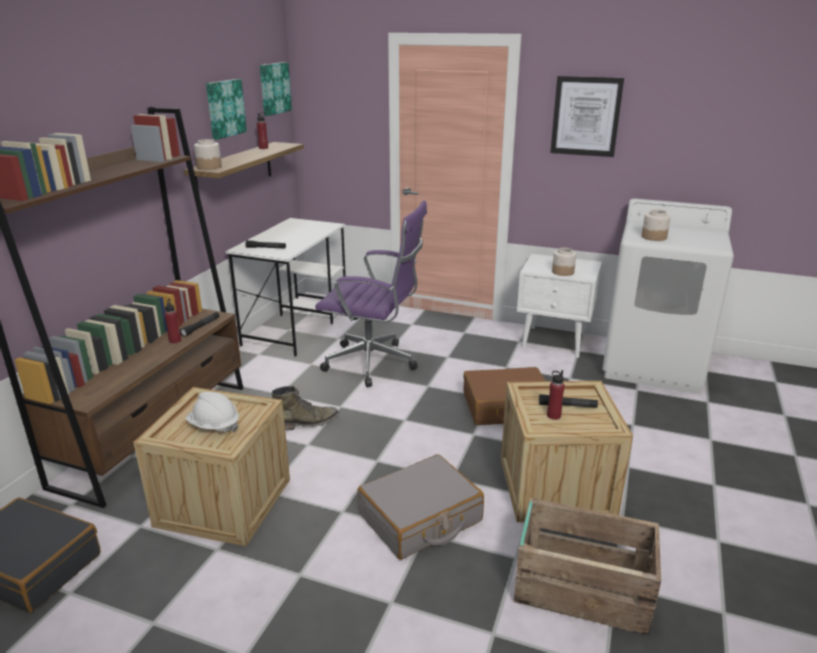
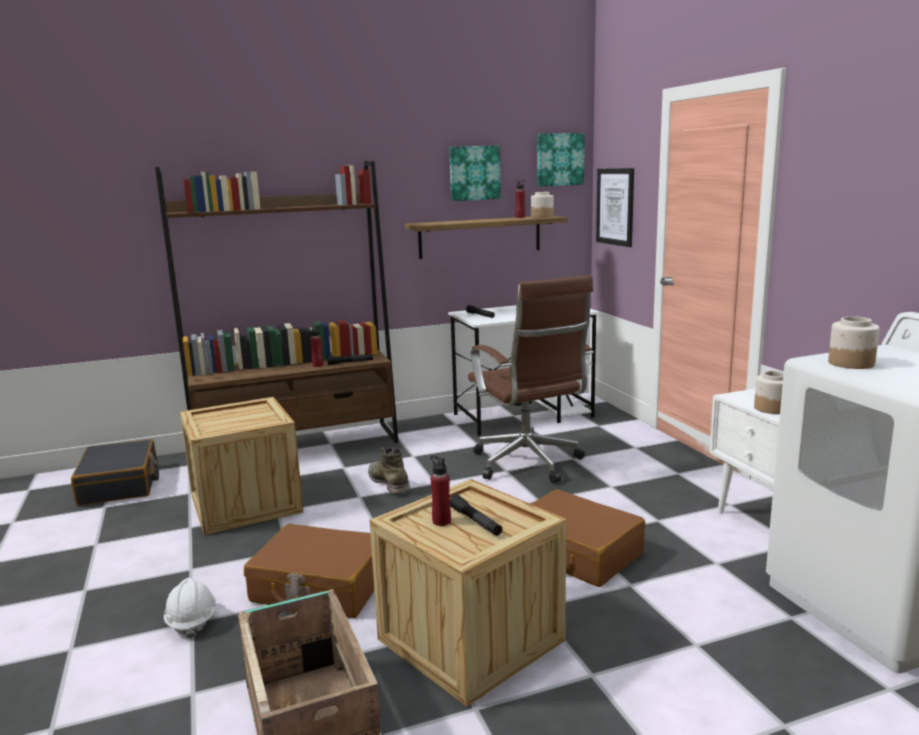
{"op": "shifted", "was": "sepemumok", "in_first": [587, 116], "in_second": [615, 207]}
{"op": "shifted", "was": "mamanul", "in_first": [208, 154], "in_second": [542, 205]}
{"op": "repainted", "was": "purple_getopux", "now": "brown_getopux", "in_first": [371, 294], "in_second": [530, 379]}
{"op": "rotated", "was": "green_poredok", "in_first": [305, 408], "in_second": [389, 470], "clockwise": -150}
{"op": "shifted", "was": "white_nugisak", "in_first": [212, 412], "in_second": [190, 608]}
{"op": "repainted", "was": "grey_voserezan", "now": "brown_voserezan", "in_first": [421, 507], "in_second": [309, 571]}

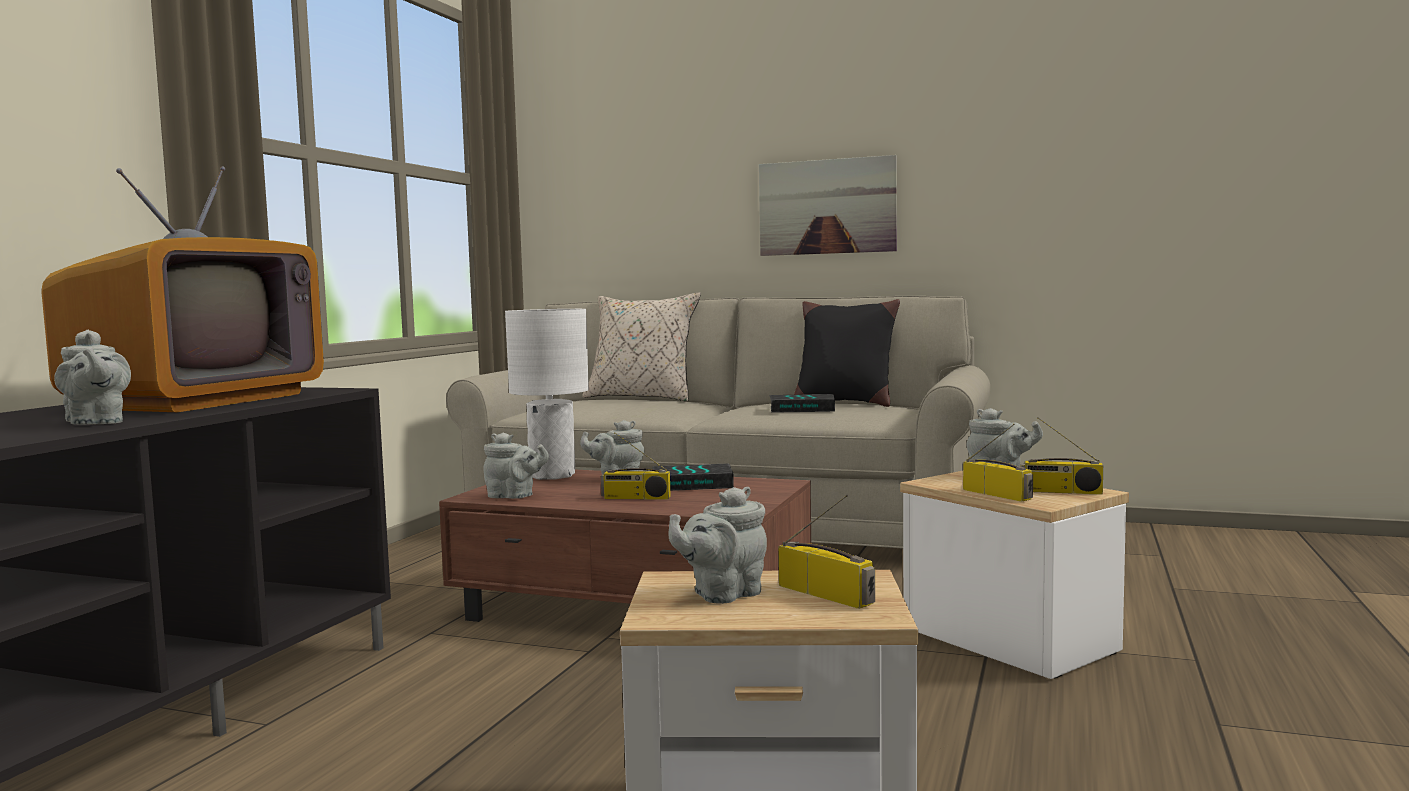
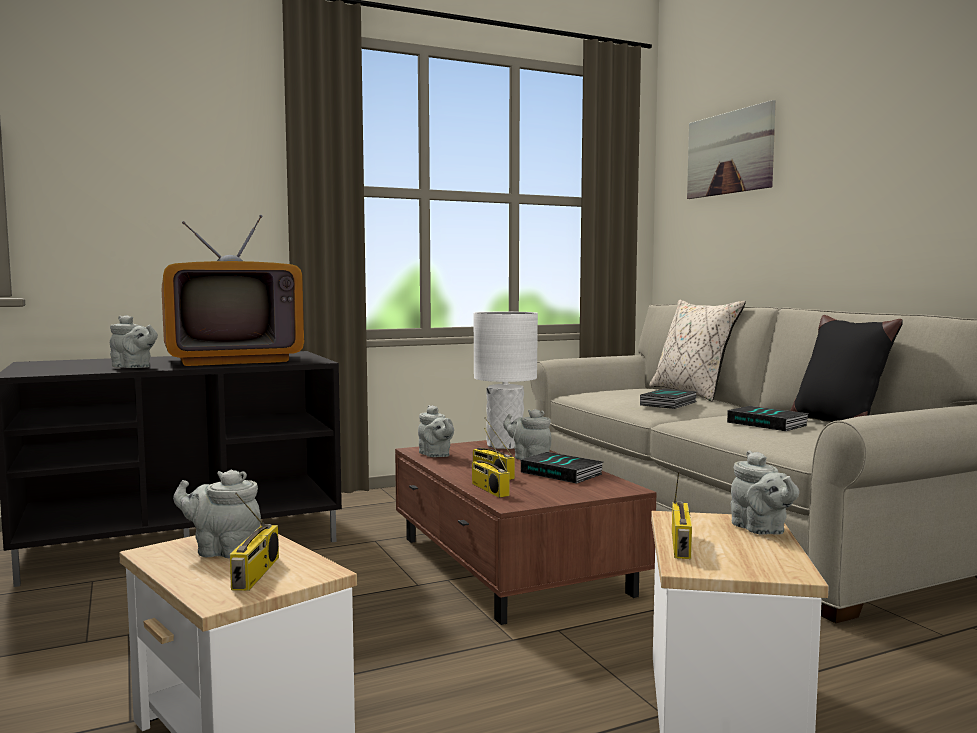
{"op": "shifted", "was": "sepemumok", "in_first": [828, 205], "in_second": [731, 149]}
{"op": "rotated", "was": "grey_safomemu", "in_first": [92, 377], "in_second": [134, 341], "clockwise": -75}
{"op": "shifted", "was": "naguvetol", "in_first": [1062, 456], "in_second": [490, 463]}
{"op": "new", "now": "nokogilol", "in_second": [668, 399]}

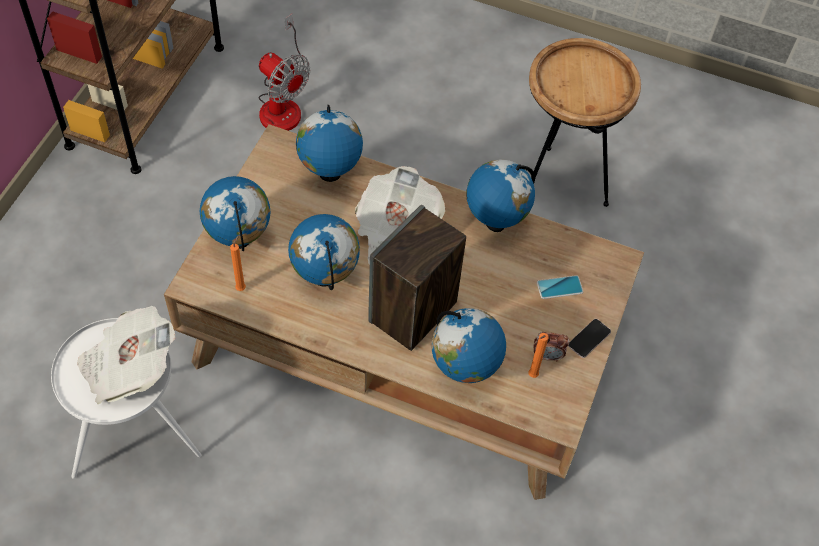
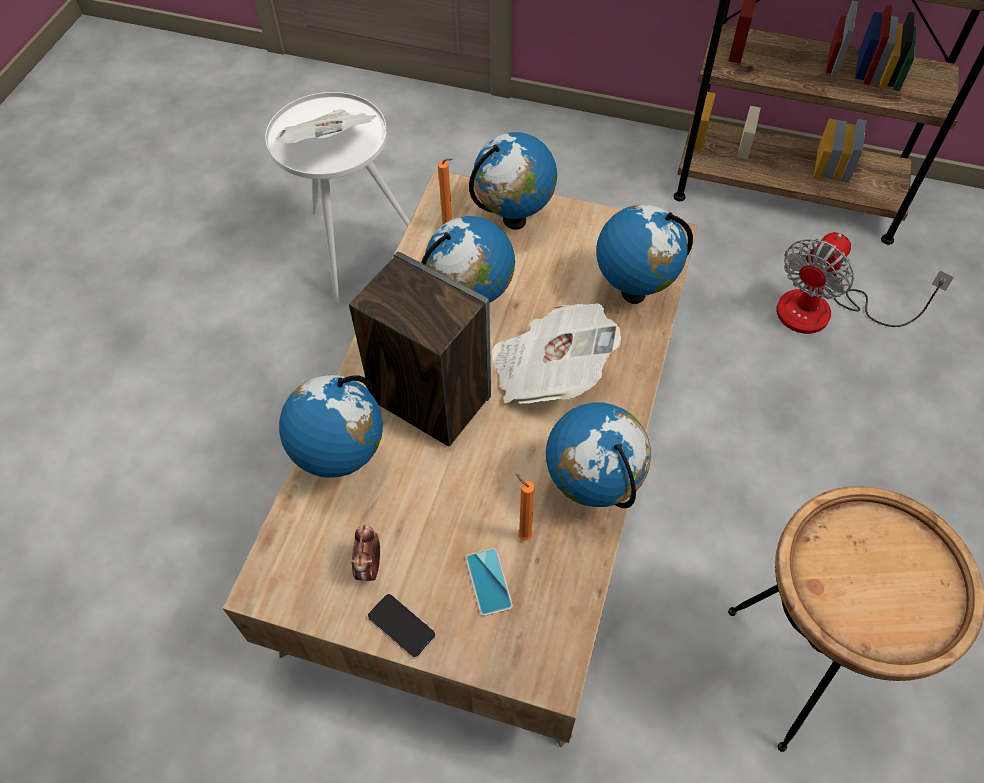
{"op": "shifted", "was": "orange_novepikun", "in_first": [538, 355], "in_second": [525, 507]}

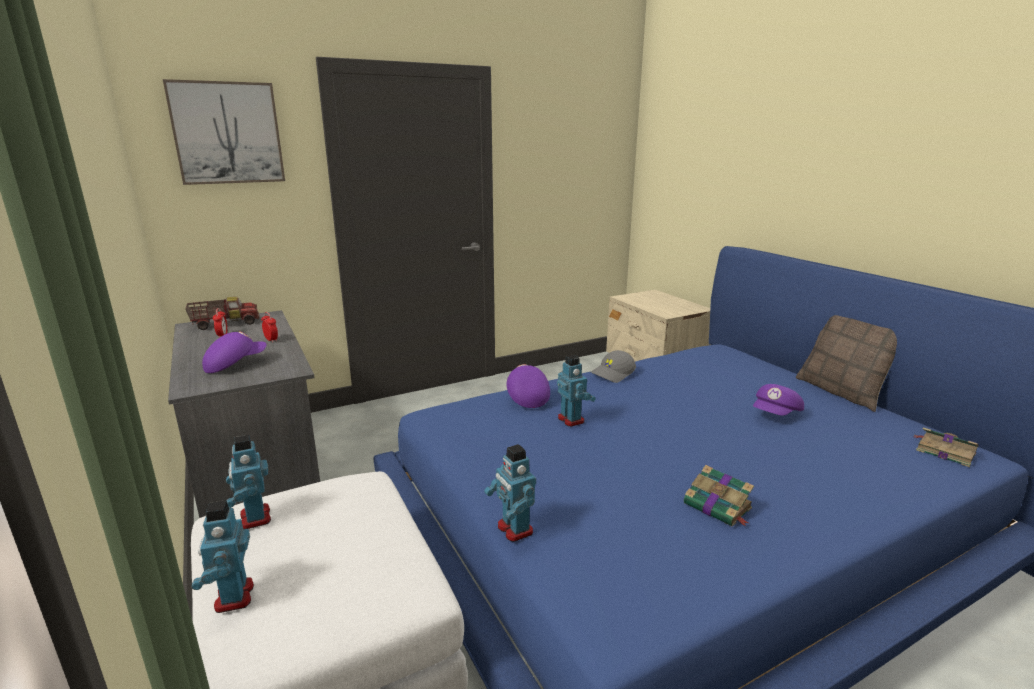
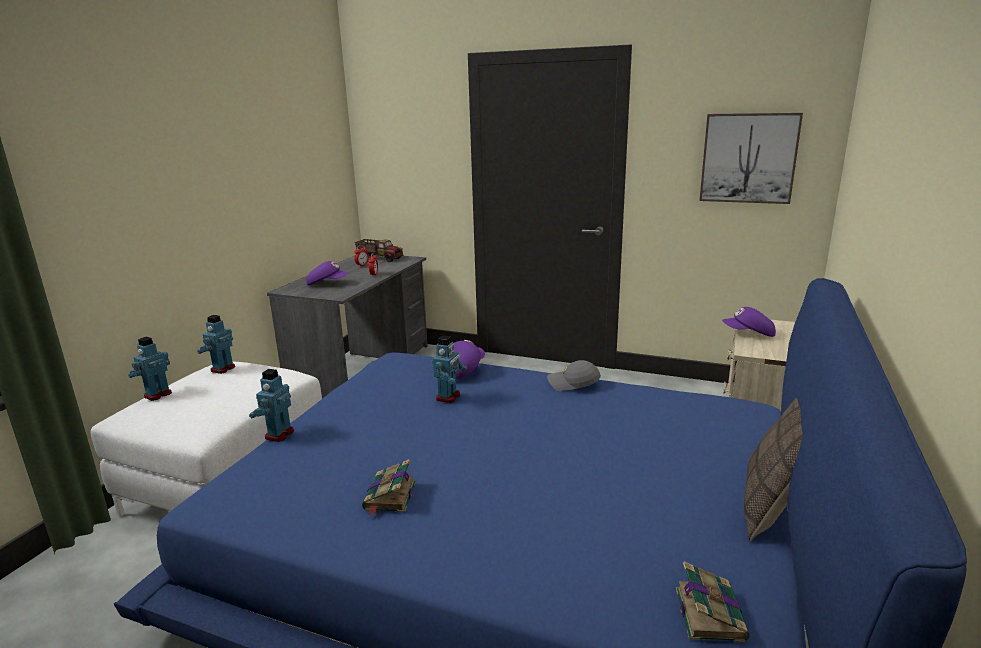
{"op": "shifted", "was": "sepemumok", "in_first": [224, 132], "in_second": [751, 158]}
{"op": "shifted", "was": "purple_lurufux", "in_first": [778, 400], "in_second": [749, 322]}

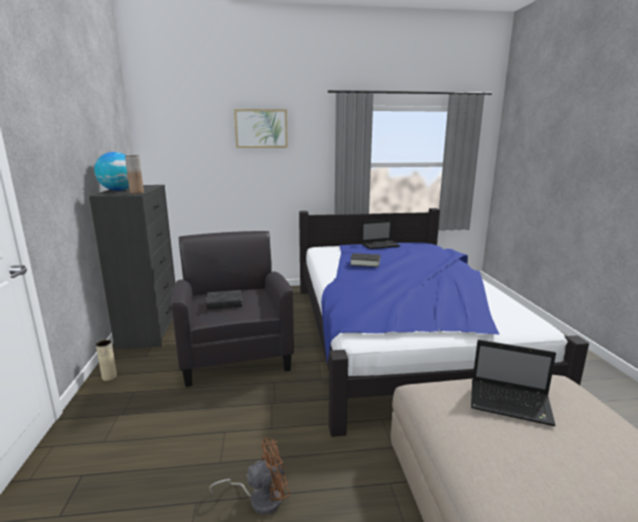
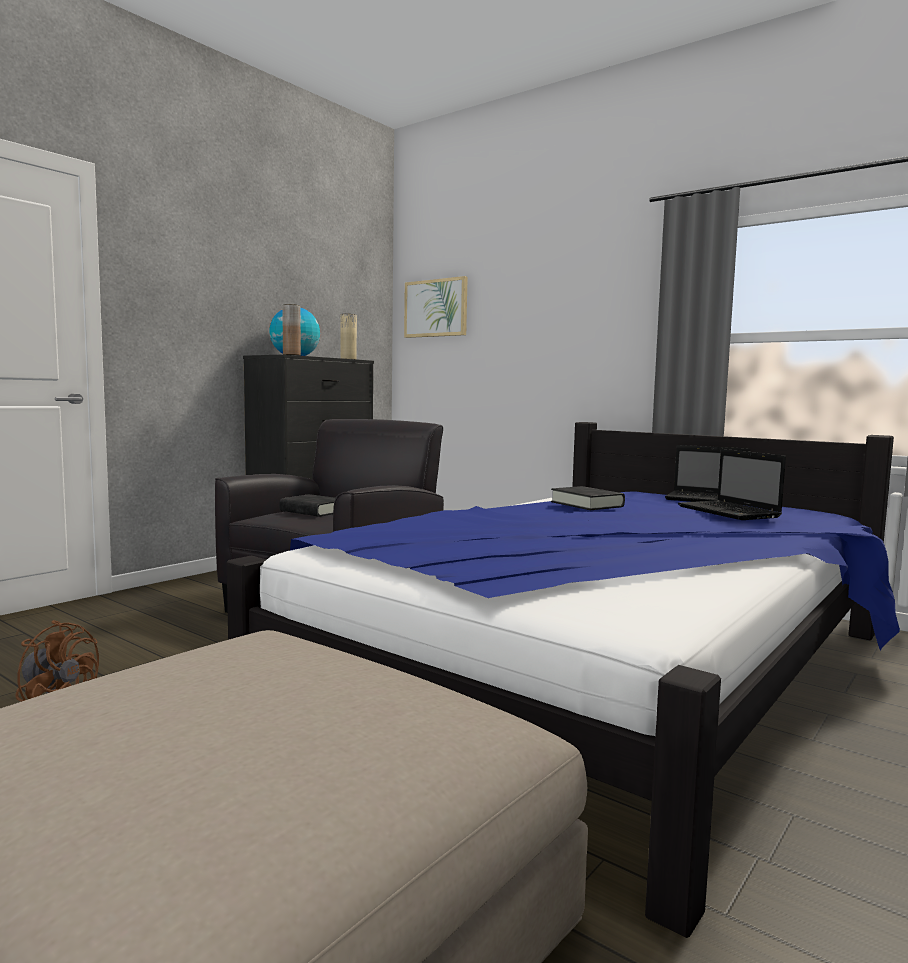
{"op": "shifted", "was": "sepemumok", "in_first": [261, 128], "in_second": [436, 307]}
{"op": "shifted", "was": "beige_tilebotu", "in_first": [106, 360], "in_second": [349, 336]}
{"op": "shifted", "was": "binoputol", "in_first": [513, 383], "in_second": [732, 484]}

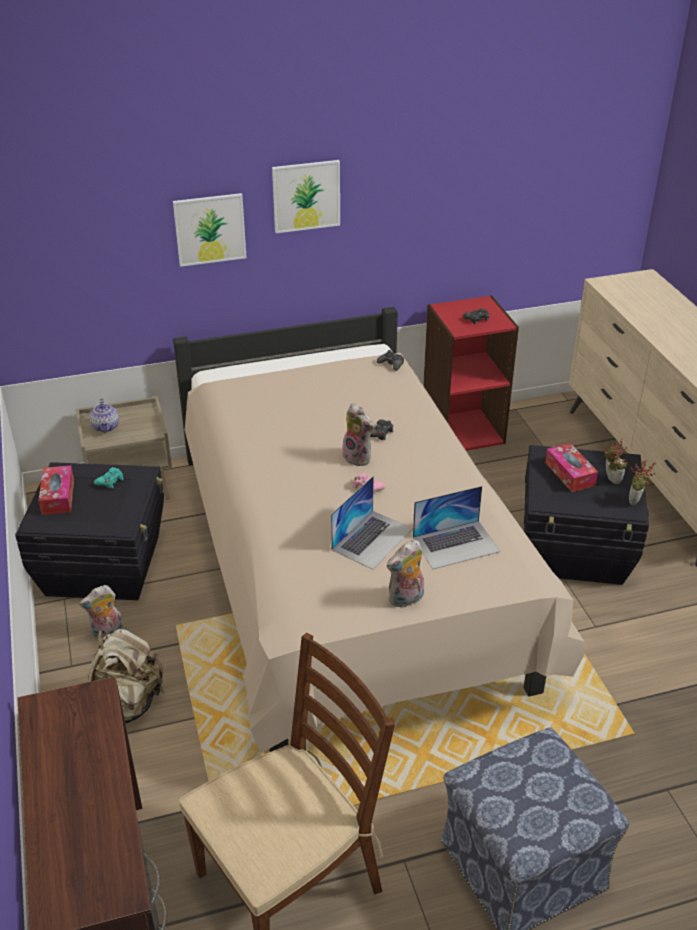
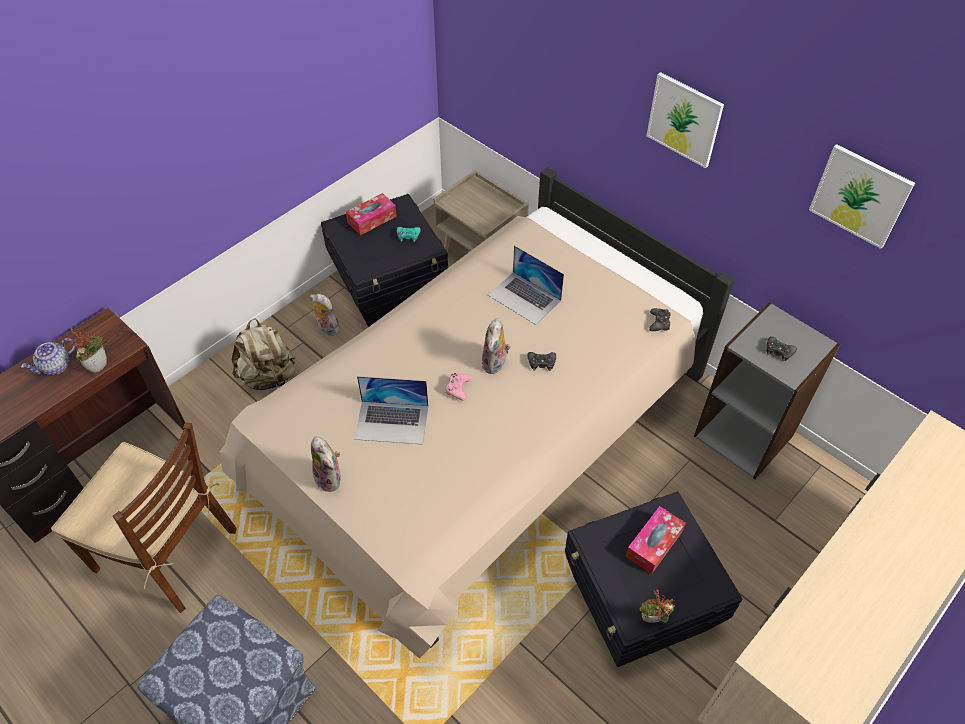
{"op": "shifted", "was": "sepemumok", "in_first": [210, 230], "in_second": [862, 196]}
{"op": "repainted", "was": "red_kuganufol", "now": "grey_kuganufol", "in_first": [471, 373], "in_second": [767, 390]}
{"op": "shifted", "was": "safomemu", "in_first": [104, 416], "in_second": [48, 357]}
{"op": "shifted", "was": "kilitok", "in_first": [616, 461], "in_second": [89, 350]}
{"op": "shifted", "was": "binoputol", "in_first": [457, 527], "in_second": [526, 285]}
{"op": "rotated", "was": "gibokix", "in_first": [405, 574], "in_second": [326, 464], "clockwise": -150}

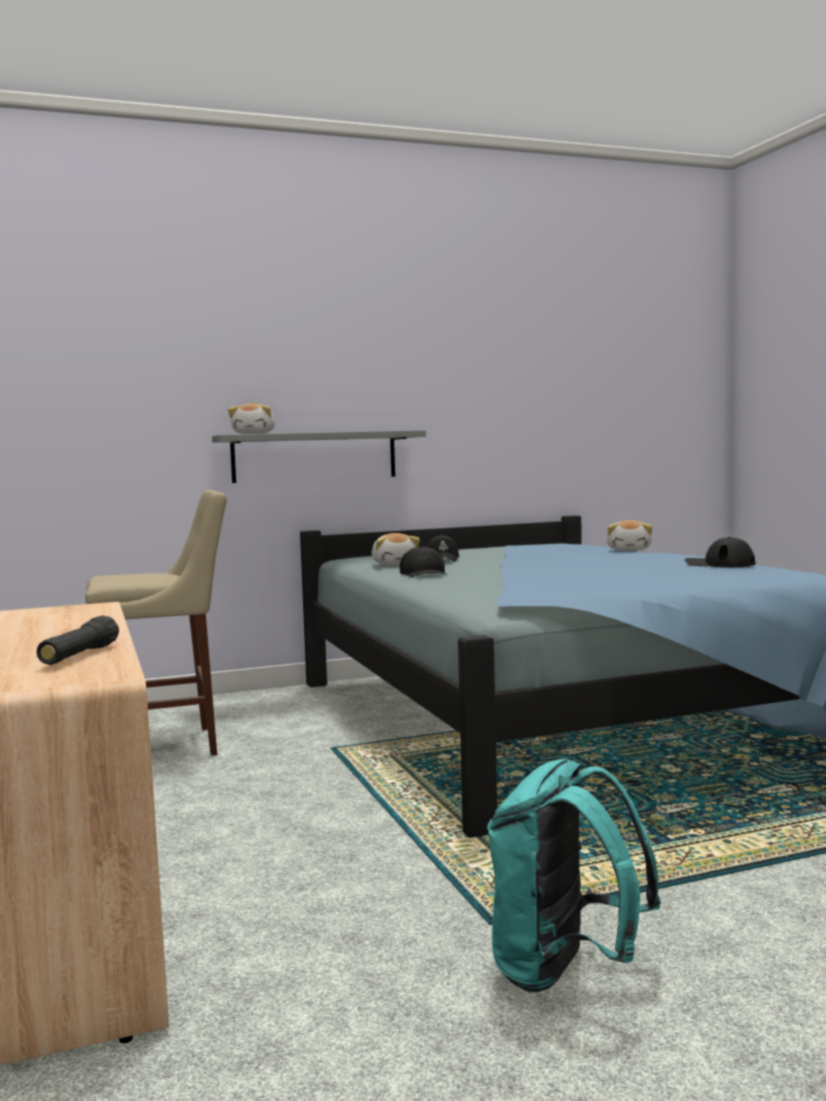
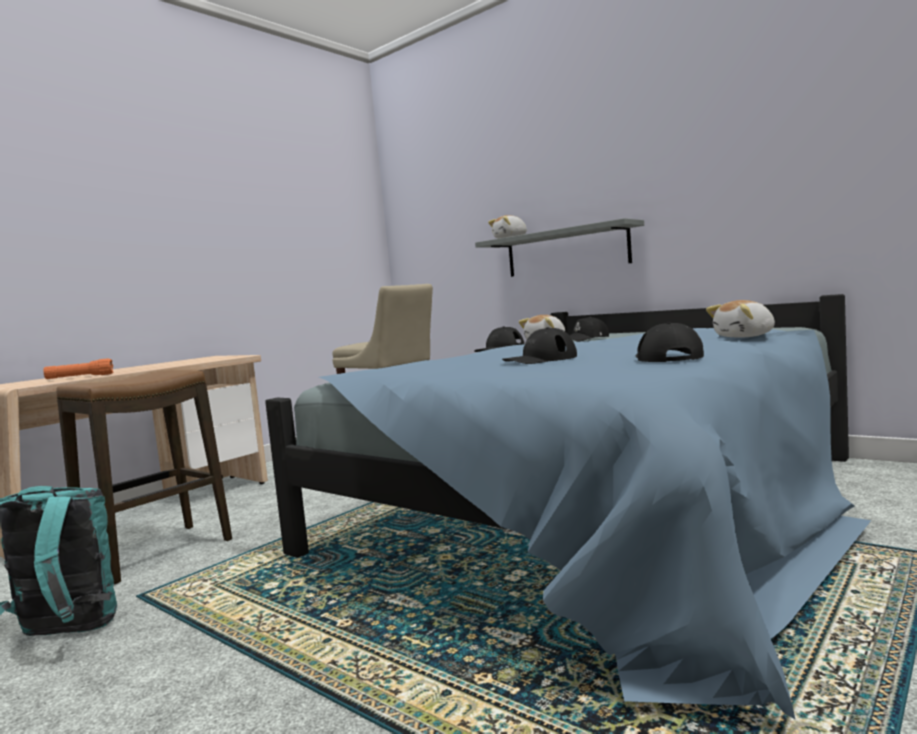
{"op": "repainted", "was": "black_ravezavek", "now": "orange_ravezavek", "in_first": [77, 640], "in_second": [78, 368]}
{"op": "new", "now": "black_lurufux", "in_second": [539, 345]}
{"op": "new", "now": "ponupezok", "in_second": [144, 477]}

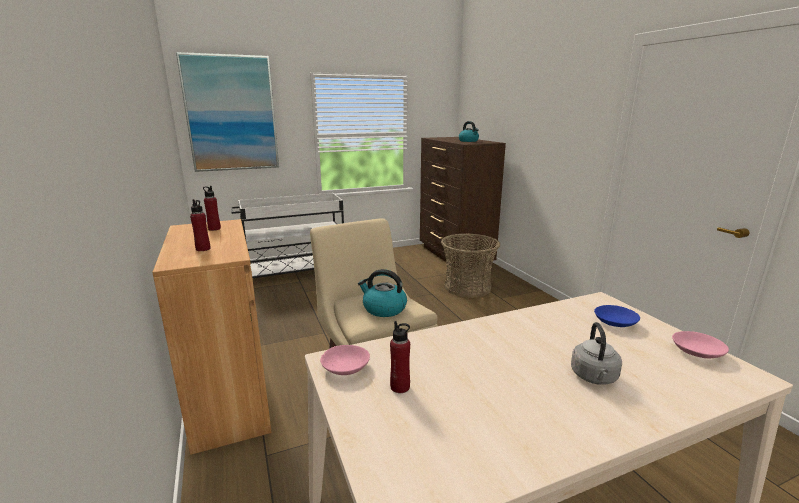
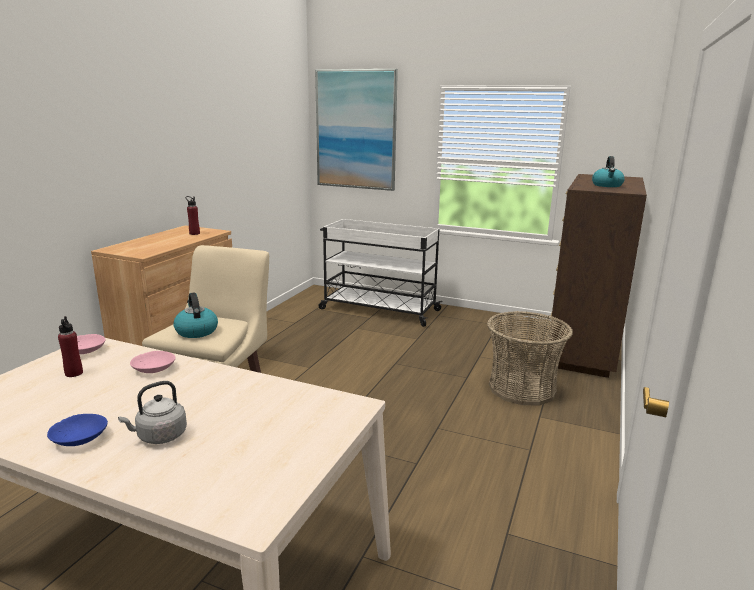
{"op": "gone", "was": "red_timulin", "in_first": [200, 225]}
{"op": "shifted", "was": "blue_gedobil", "in_first": [617, 316], "in_second": [77, 430]}
{"op": "shifted", "was": "pink_gedobil", "in_first": [700, 344], "in_second": [153, 362]}

